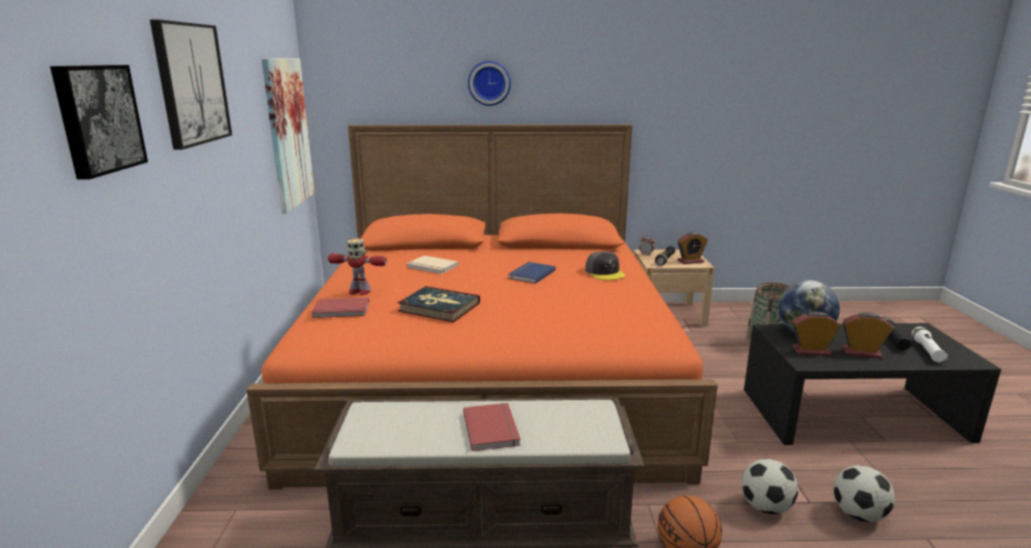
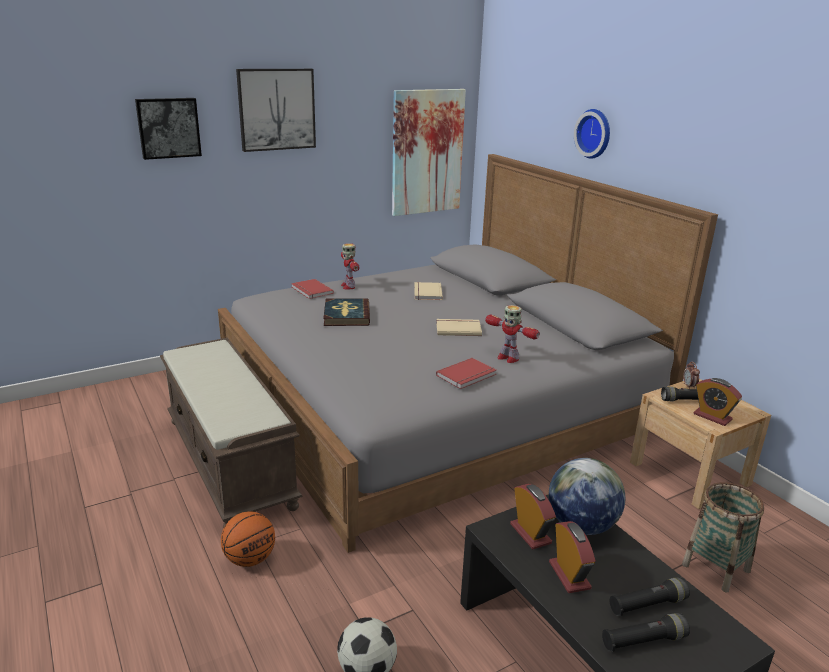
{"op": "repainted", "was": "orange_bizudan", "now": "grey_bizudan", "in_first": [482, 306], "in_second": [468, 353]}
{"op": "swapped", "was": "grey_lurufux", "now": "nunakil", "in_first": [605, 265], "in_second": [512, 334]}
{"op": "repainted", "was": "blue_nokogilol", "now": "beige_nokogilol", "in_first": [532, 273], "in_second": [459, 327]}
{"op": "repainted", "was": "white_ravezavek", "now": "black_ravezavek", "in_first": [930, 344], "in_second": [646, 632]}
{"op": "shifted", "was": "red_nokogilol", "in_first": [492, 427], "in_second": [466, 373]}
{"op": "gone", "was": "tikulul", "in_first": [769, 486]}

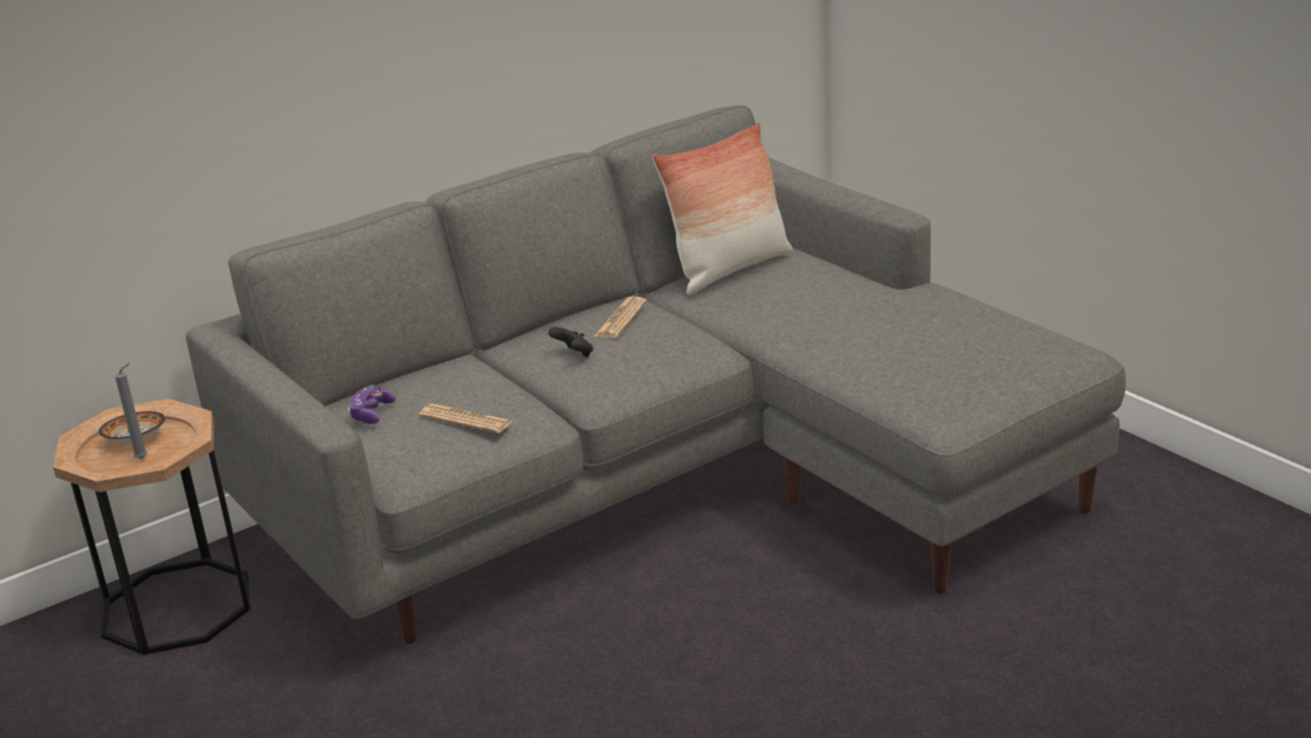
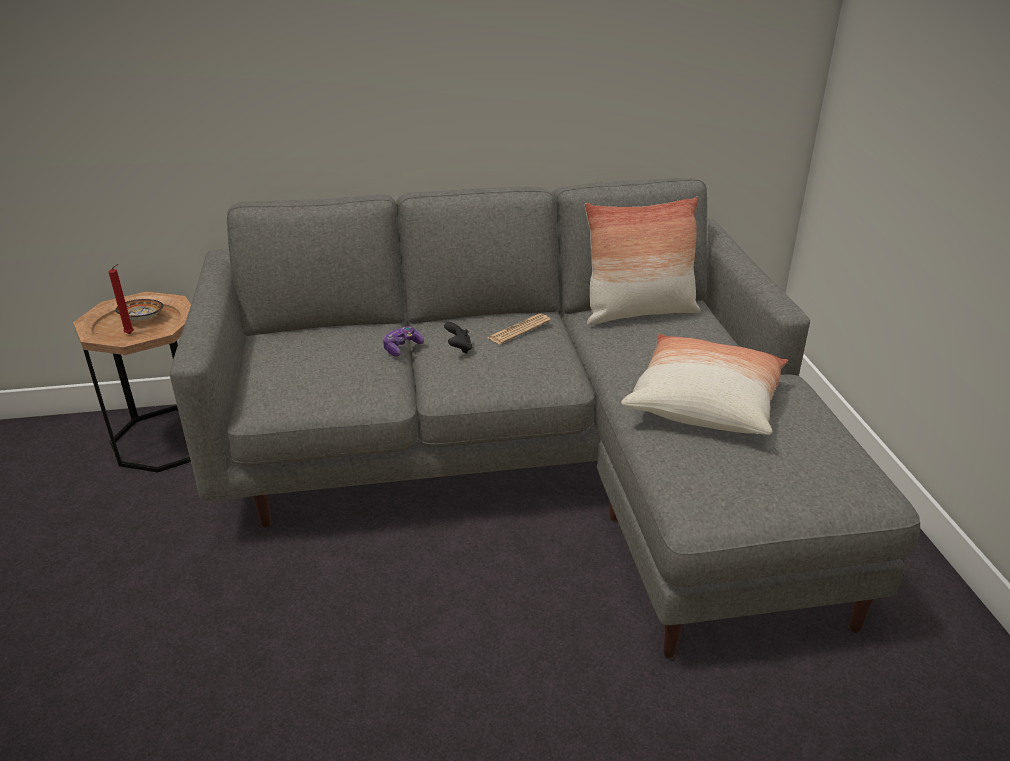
{"op": "repainted", "was": "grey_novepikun", "now": "red_novepikun", "in_first": [131, 411], "in_second": [121, 299]}
{"op": "shifted", "was": "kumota", "in_first": [371, 404], "in_second": [403, 341]}
{"op": "gone", "was": "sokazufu", "in_first": [465, 418]}
{"op": "new", "now": "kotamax", "in_second": [704, 384]}

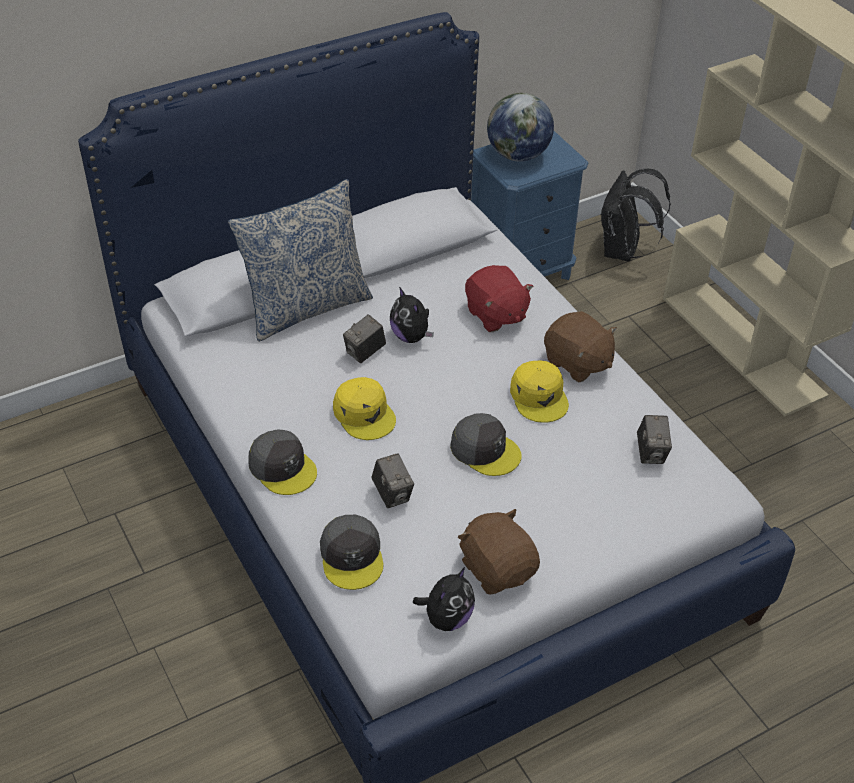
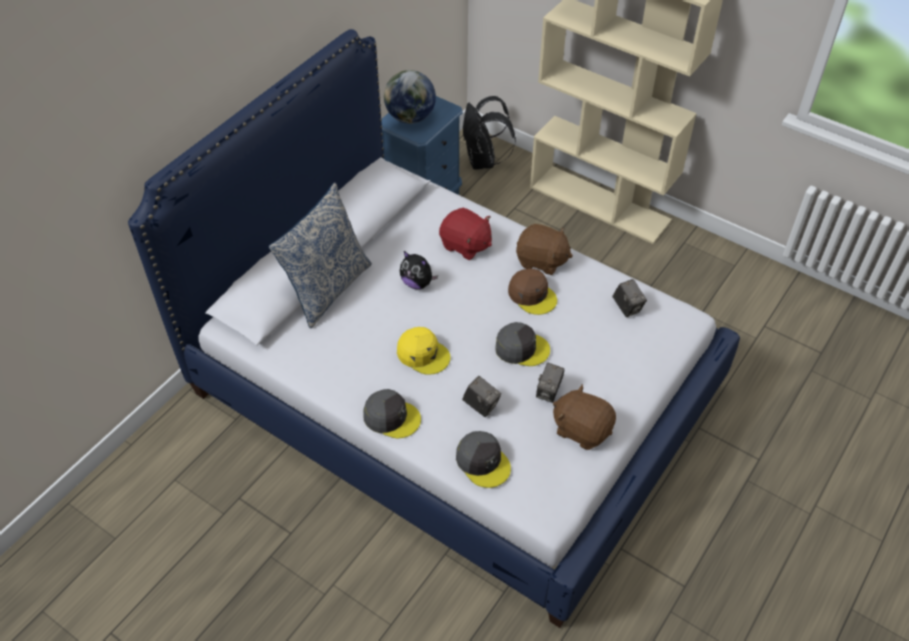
{"op": "shifted", "was": "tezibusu", "in_first": [364, 338], "in_second": [550, 382]}
{"op": "repainted", "was": "yellow_lurufux", "now": "brown_lurufux", "in_first": [539, 391], "in_second": [532, 291]}
{"op": "gone", "was": "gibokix", "in_first": [444, 599]}

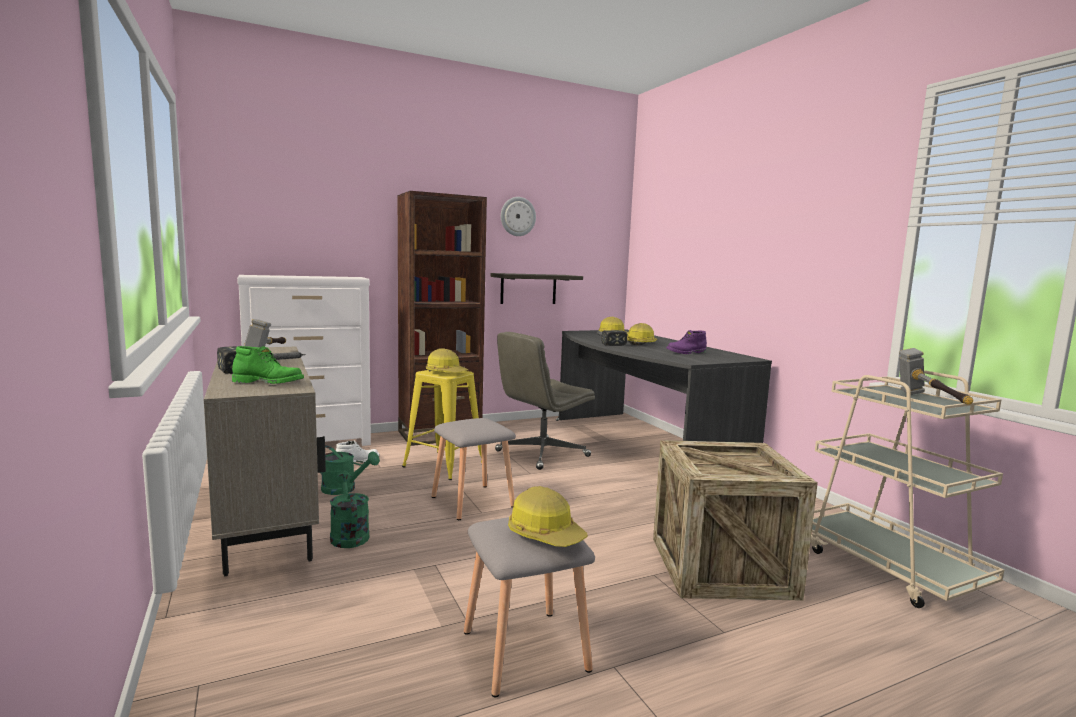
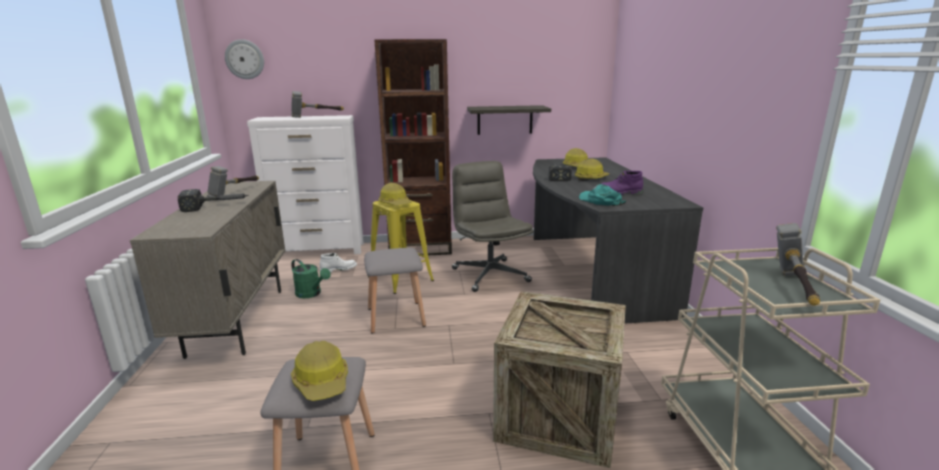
{"op": "shifted", "was": "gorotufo", "in_first": [518, 216], "in_second": [244, 59]}
{"op": "rotated", "was": "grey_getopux", "in_first": [545, 401], "in_second": [493, 226], "clockwise": 90}
{"op": "gone", "was": "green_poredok", "in_first": [268, 365]}
{"op": "gone", "was": "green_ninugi", "in_first": [349, 510]}
{"op": "new", "now": "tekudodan", "in_second": [317, 104]}
{"op": "new", "now": "turquoise_lurufux", "in_second": [602, 195]}

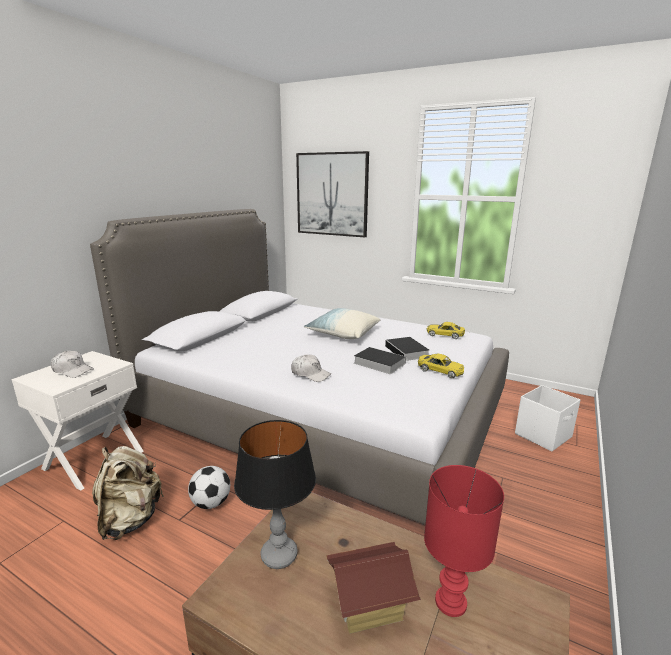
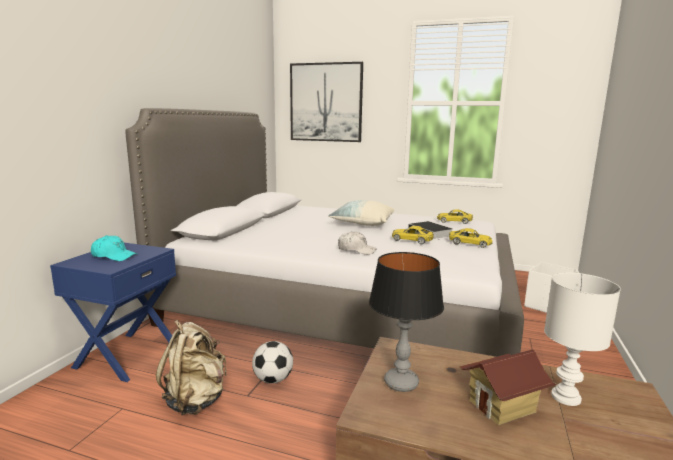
{"op": "swapped", "was": "nokogilol", "now": "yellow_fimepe", "in_first": [380, 360], "in_second": [413, 235]}
{"op": "repainted", "was": "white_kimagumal", "now": "blue_kimagumal", "in_first": [77, 421], "in_second": [113, 312]}
{"op": "repainted", "was": "white_lurufux", "now": "turquoise_lurufux", "in_first": [72, 364], "in_second": [114, 248]}
{"op": "repainted", "was": "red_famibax", "now": "white_famibax", "in_first": [464, 541], "in_second": [582, 339]}

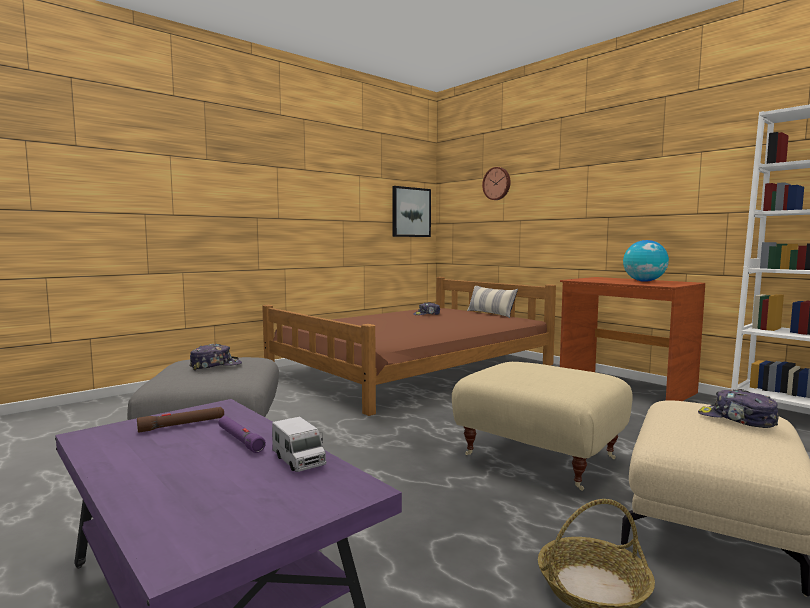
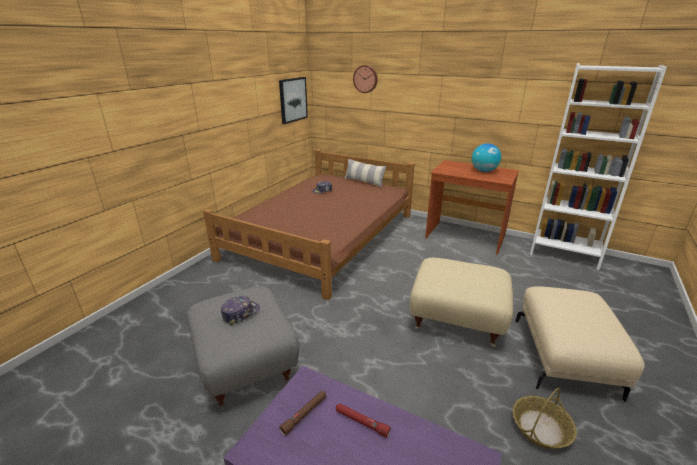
{"op": "gone", "was": "lurufux", "in_first": [738, 408]}
{"op": "repainted", "was": "purple_ravezavek", "now": "red_ravezavek", "in_first": [242, 434], "in_second": [363, 420]}
{"op": "gone", "was": "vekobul", "in_first": [299, 444]}

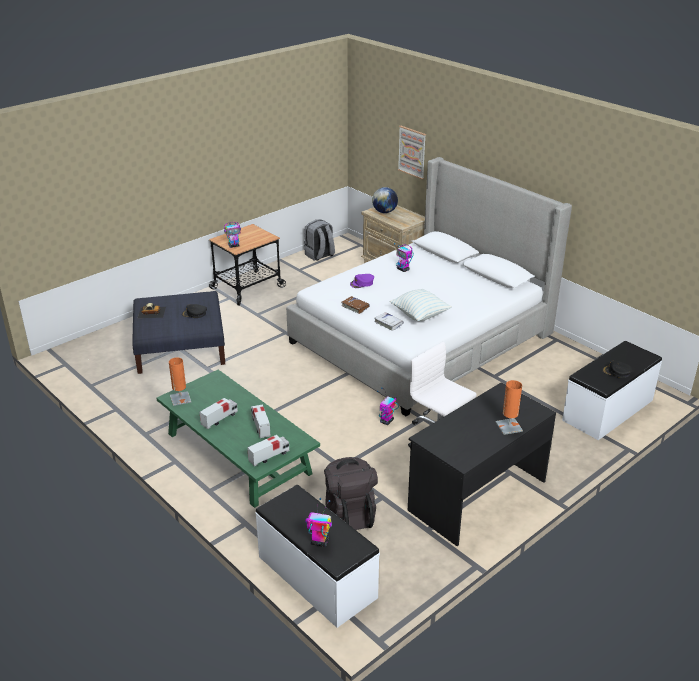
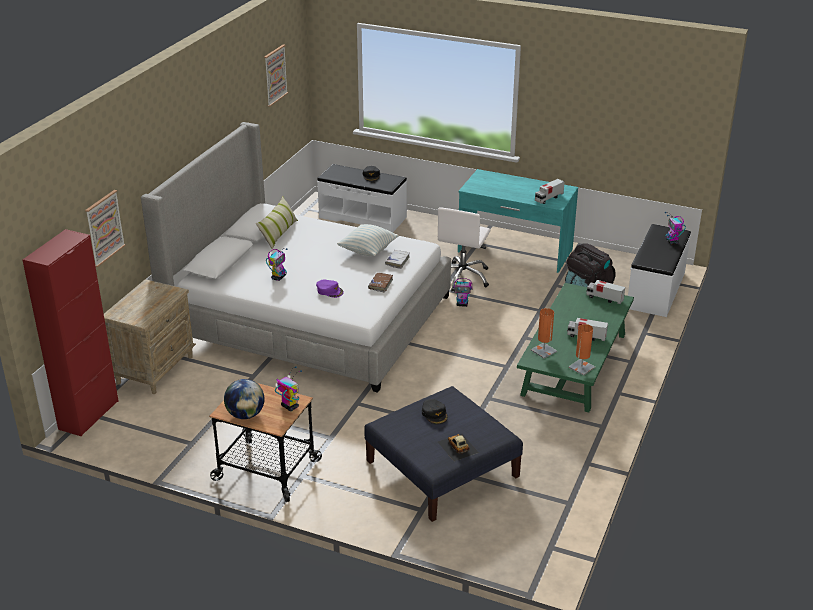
{"op": "shifted", "was": "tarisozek", "in_first": [385, 200], "in_second": [244, 399]}
{"op": "gone", "was": "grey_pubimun", "in_first": [319, 240]}
{"op": "shifted", "was": "orange_famibax", "in_first": [509, 407], "in_second": [544, 333]}
{"op": "repainted", "was": "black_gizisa", "now": "turquoise_gizisa", "in_first": [482, 464], "in_second": [518, 221]}
{"op": "shifted", "was": "vekobul", "in_first": [260, 421], "in_second": [549, 191]}
{"op": "new", "now": "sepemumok", "in_second": [276, 75]}
{"op": "new", "now": "kotamax", "in_second": [277, 223]}
{"op": "new", "now": "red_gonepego", "in_second": [70, 333]}

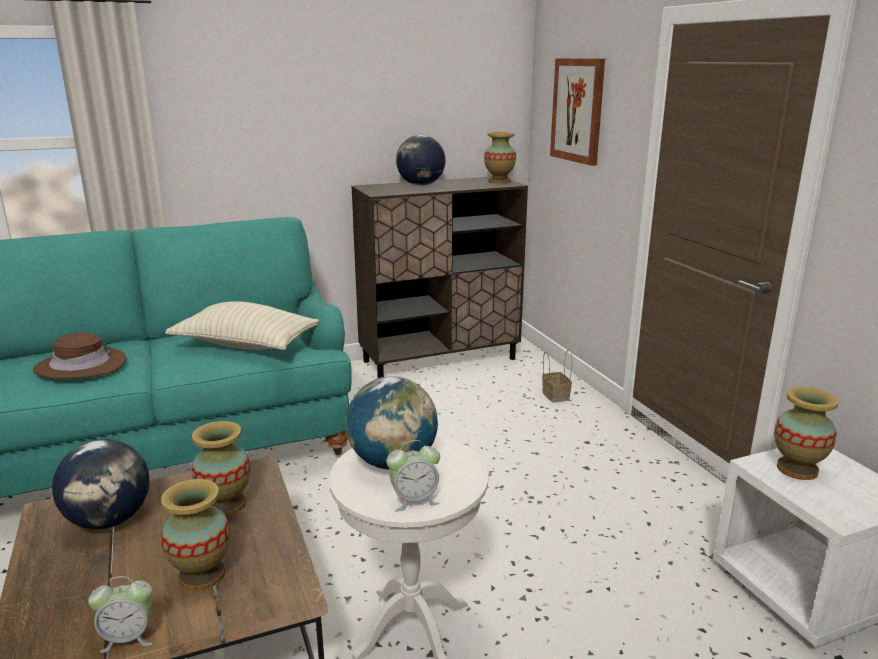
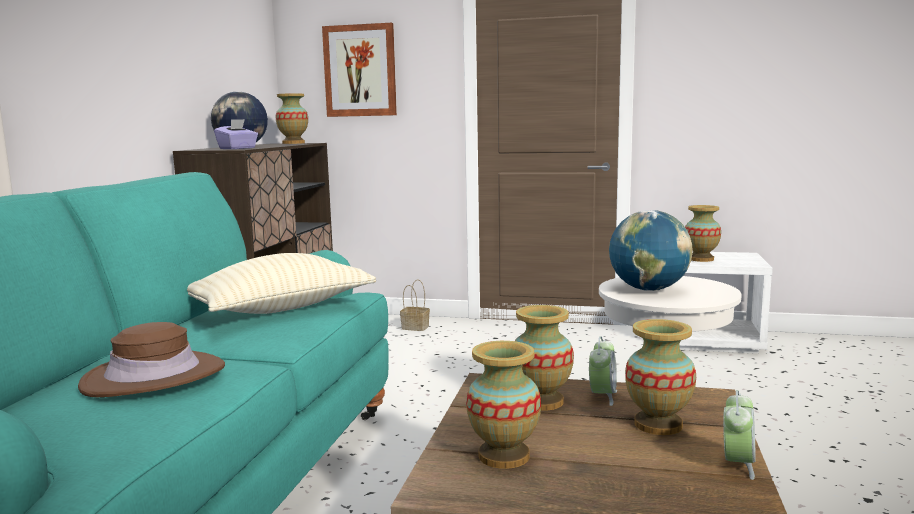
{"op": "swapped", "was": "tarisozek", "now": "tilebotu", "in_first": [100, 484], "in_second": [503, 405]}
{"op": "shifted", "was": "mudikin", "in_first": [413, 475], "in_second": [603, 371]}
{"op": "new", "now": "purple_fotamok", "in_second": [236, 134]}

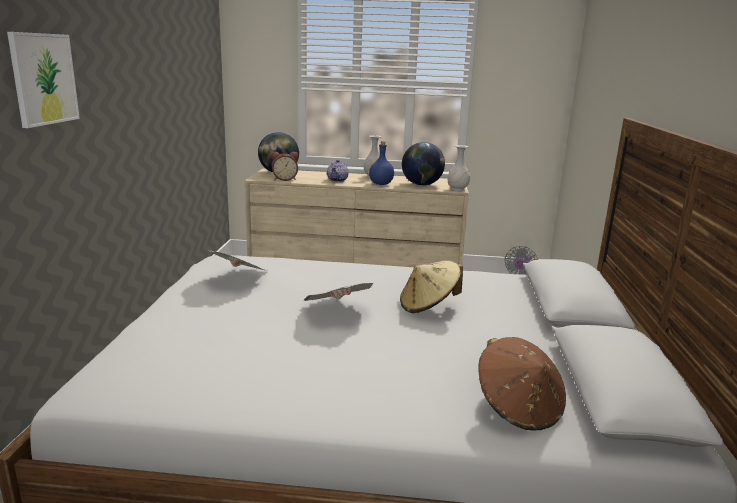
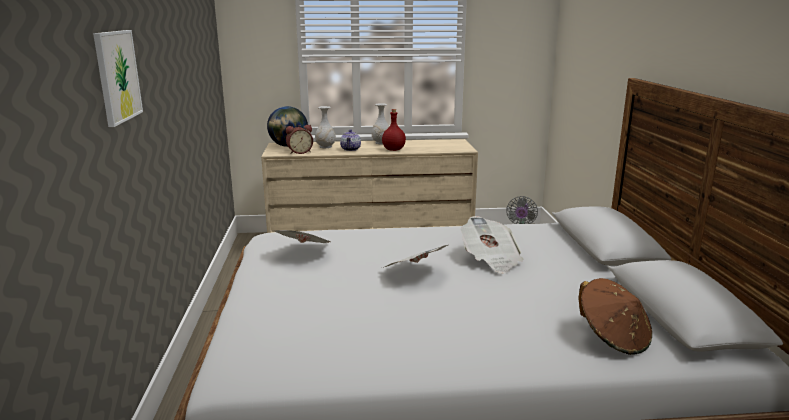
{"op": "repainted", "was": "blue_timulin", "now": "red_timulin", "in_first": [381, 163], "in_second": [394, 130]}
{"op": "gone", "was": "tarisozek", "in_first": [423, 163]}
{"op": "shifted", "was": "white_tilebotu", "in_first": [459, 168], "in_second": [325, 127]}
{"op": "swapped", "was": "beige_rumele", "now": "sokazufu", "in_first": [431, 287], "in_second": [492, 245]}

